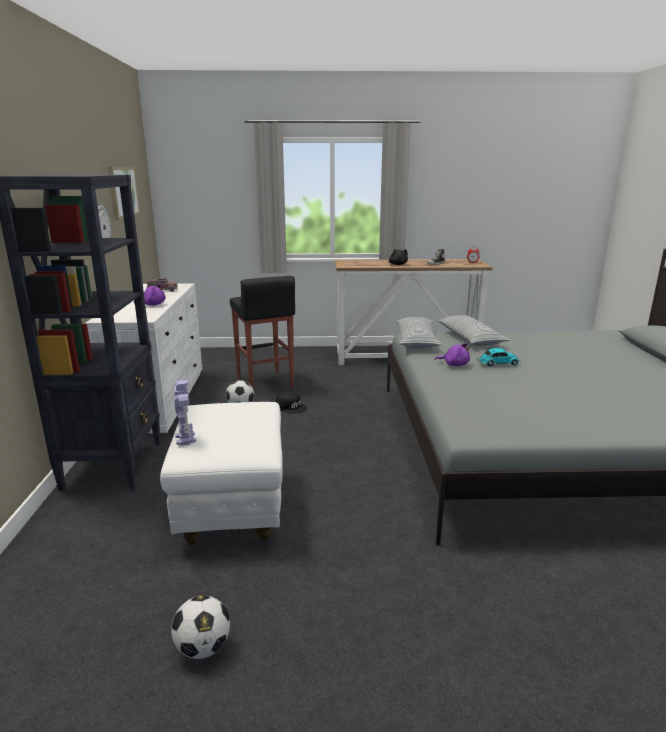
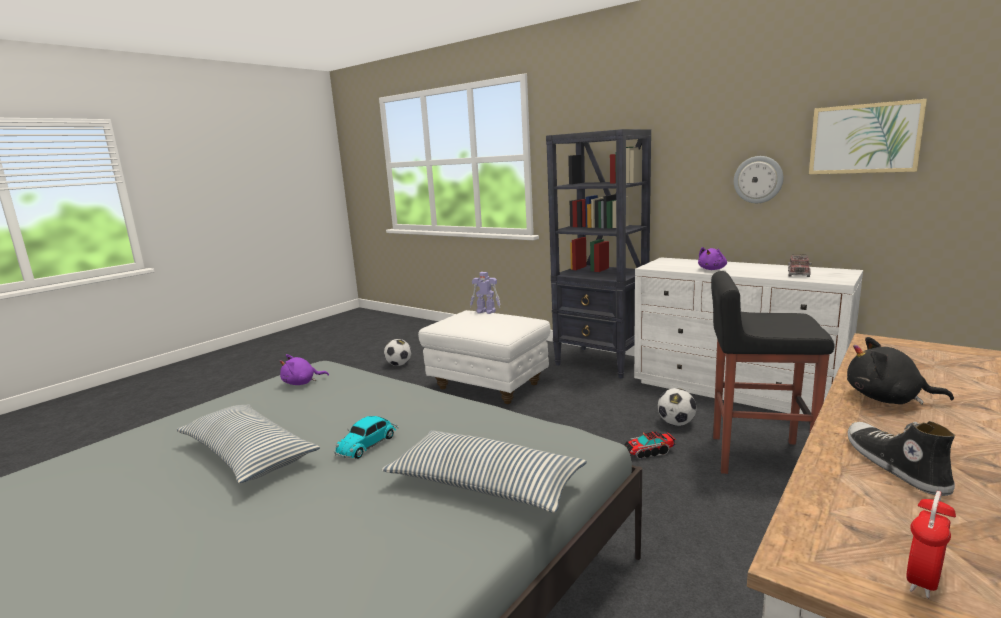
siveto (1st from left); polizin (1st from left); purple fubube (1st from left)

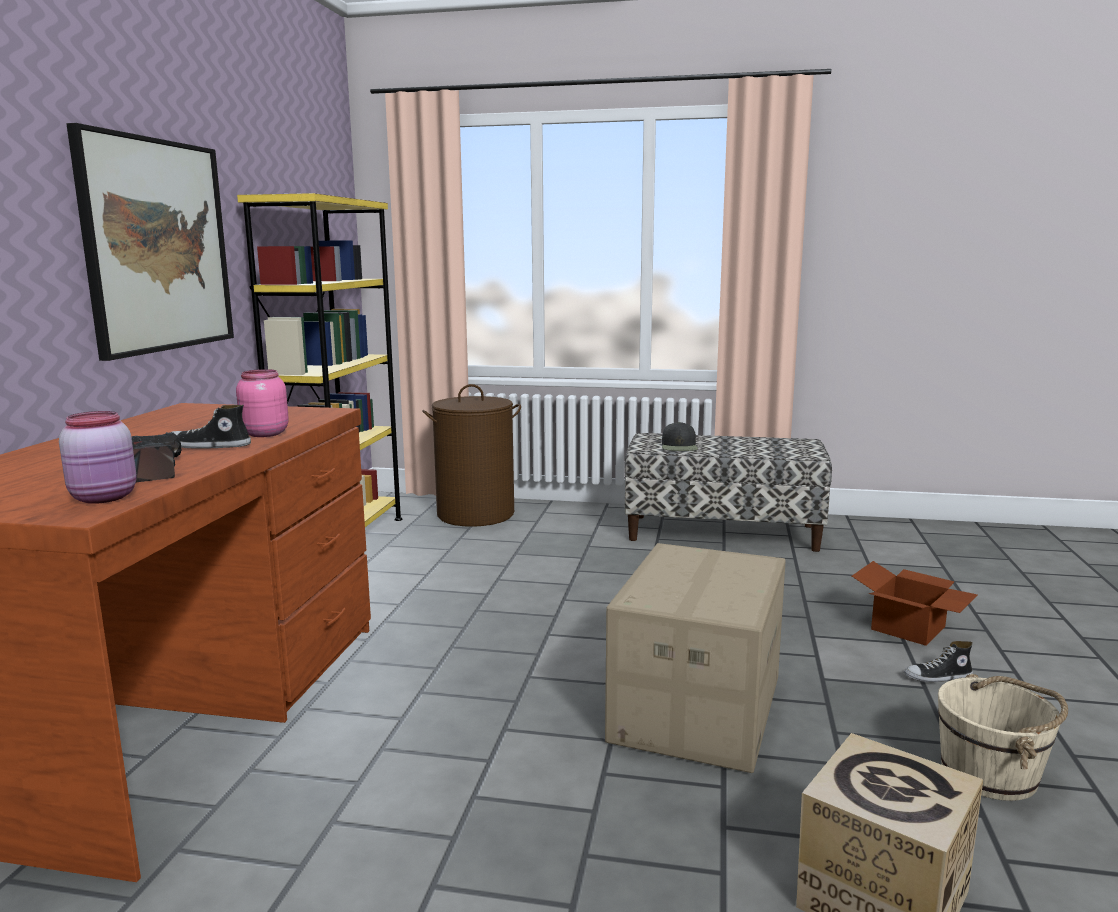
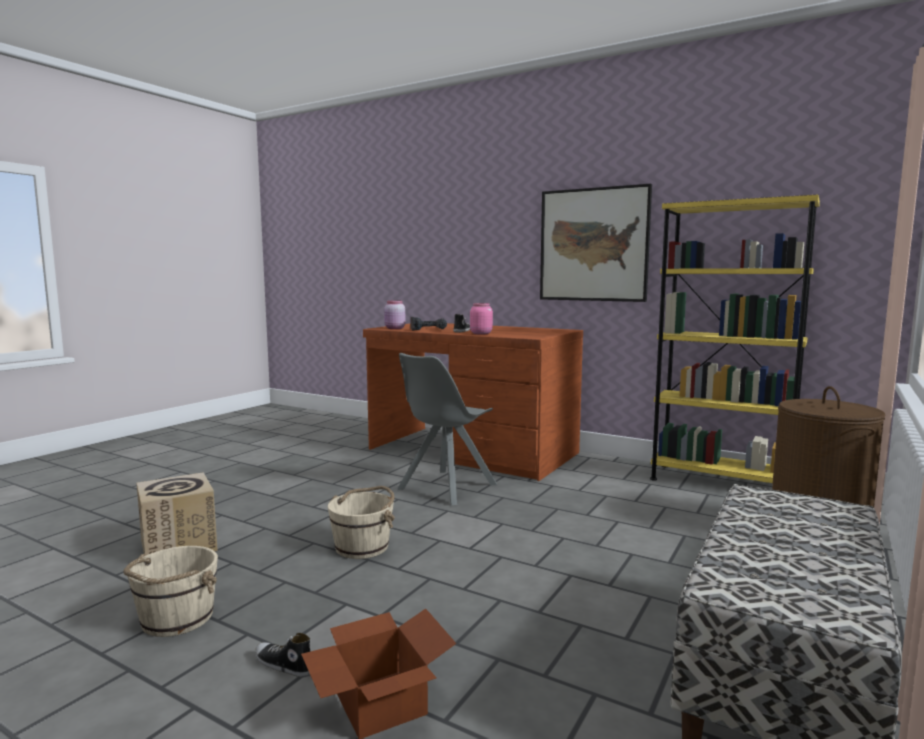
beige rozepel (2nd from left); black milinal; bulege (1st from left); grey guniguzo

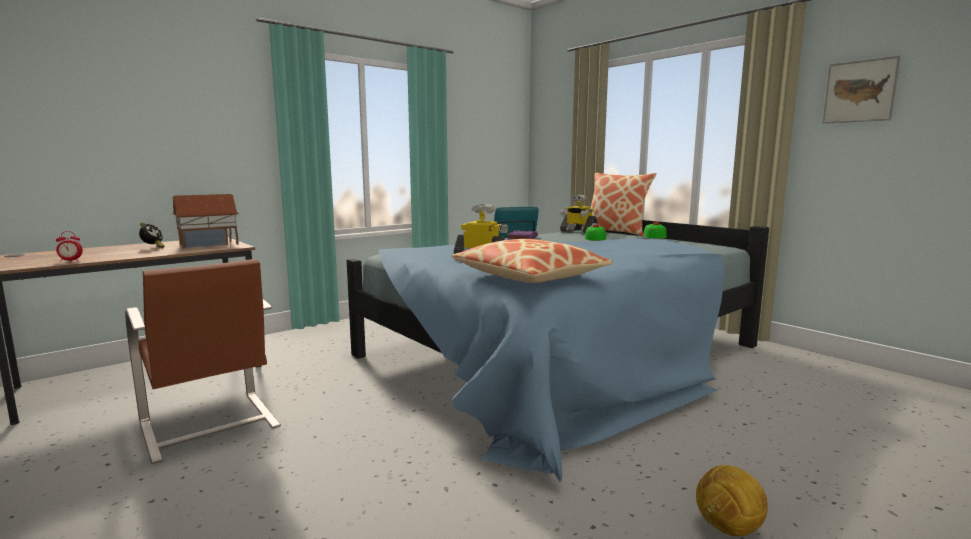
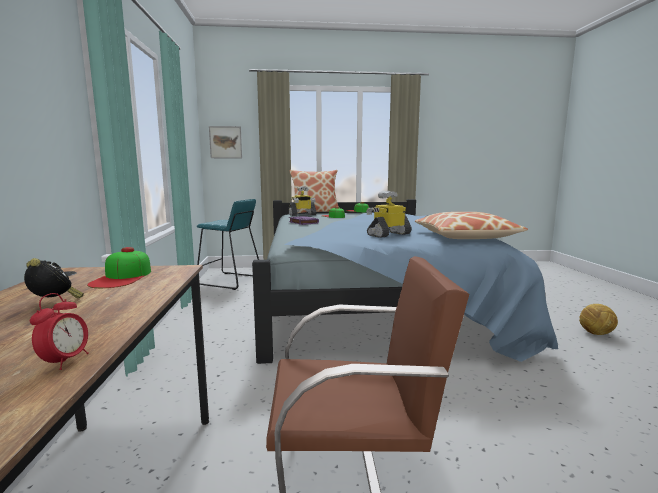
milinal (1st from left); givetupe

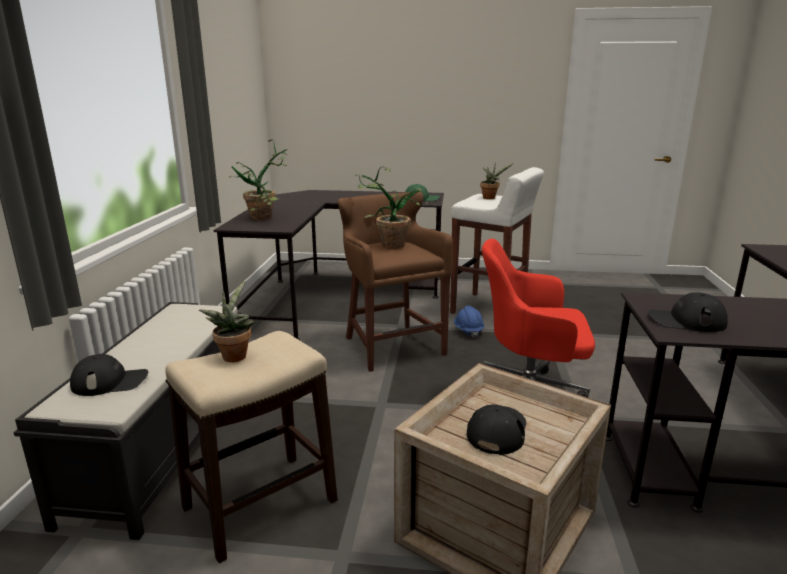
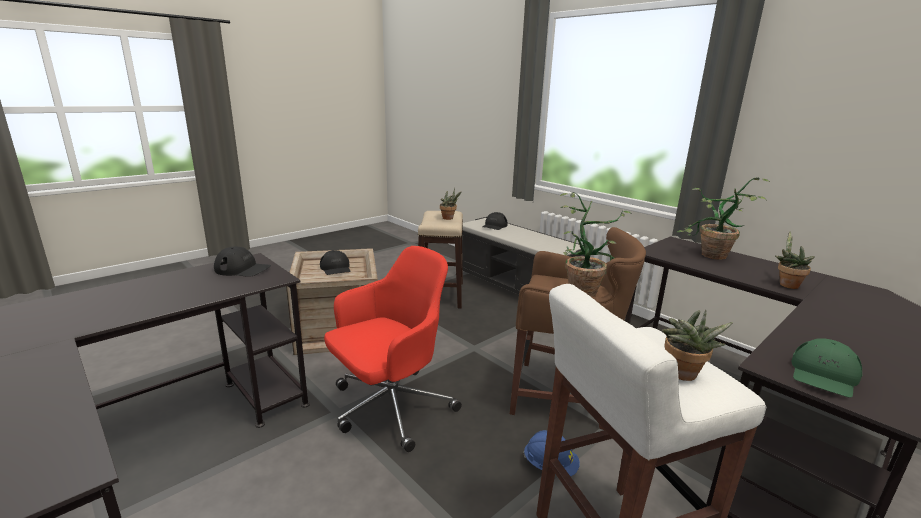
black milinal (1st from left); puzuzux (5th from left)

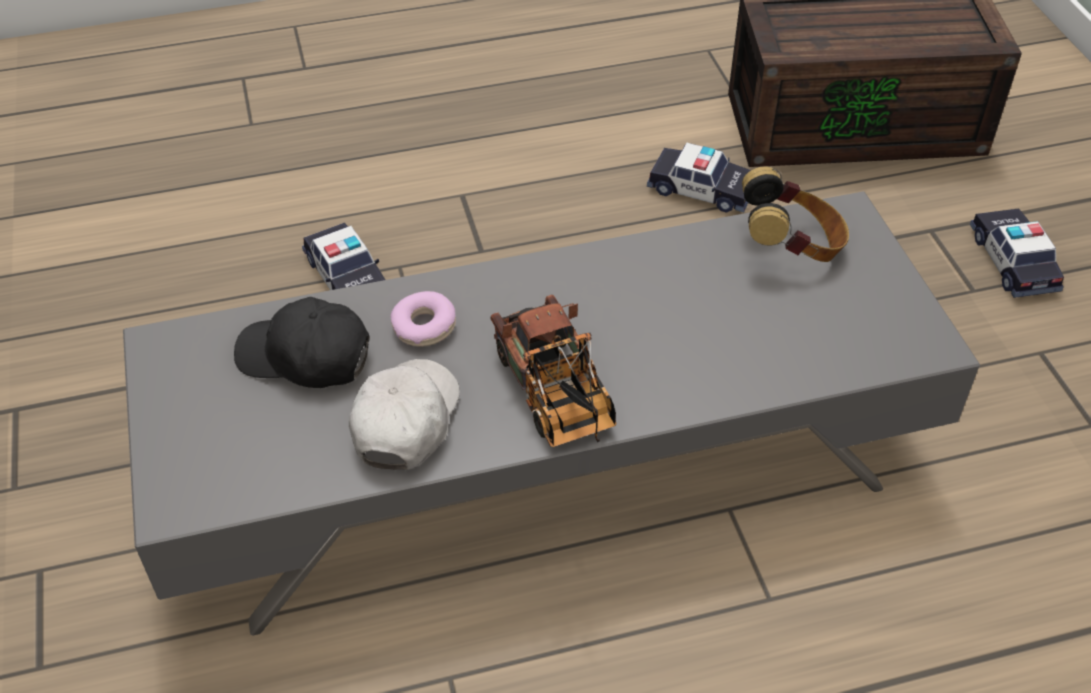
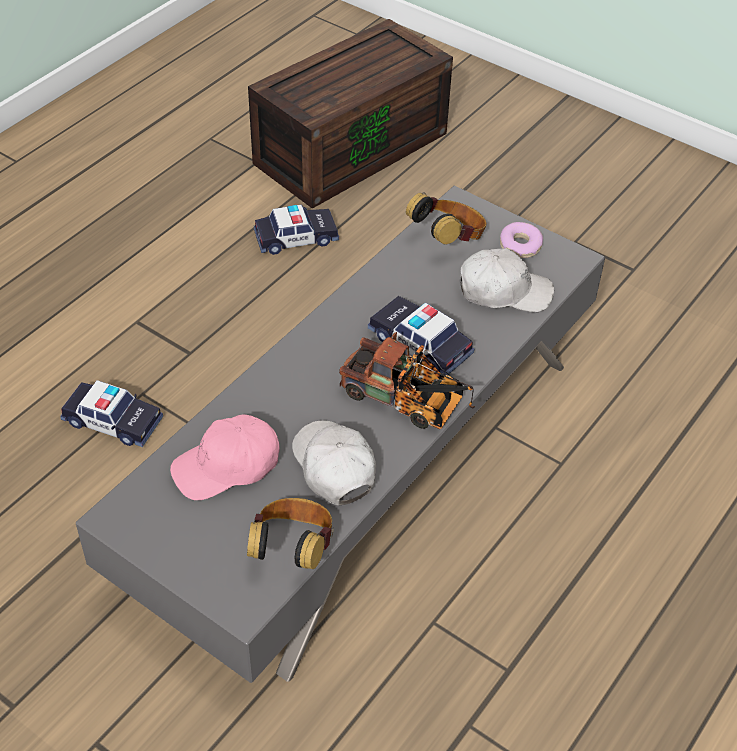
pink milinal; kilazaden; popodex (3rd from left); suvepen (1st from left); white milinal (2nd from left)

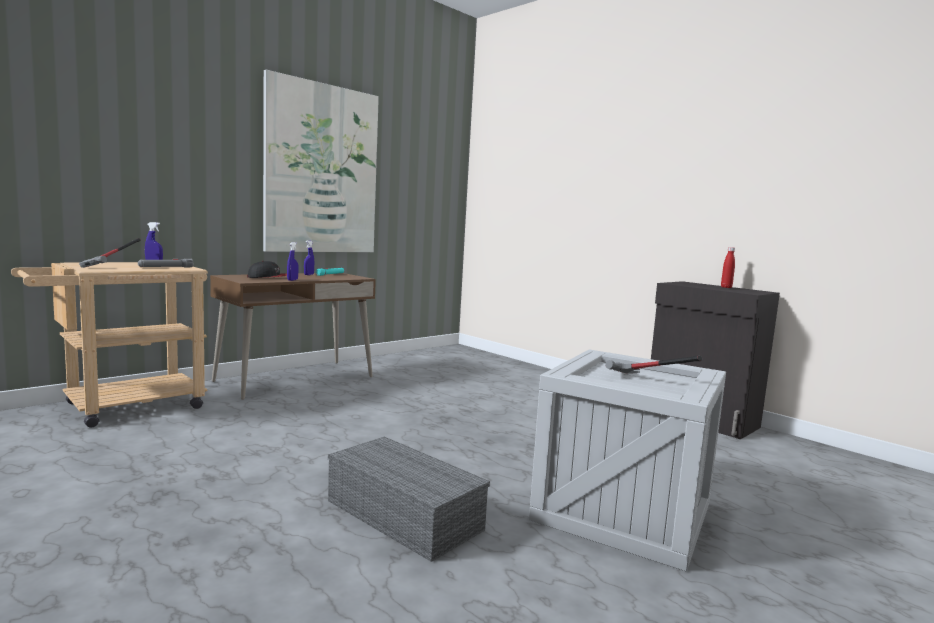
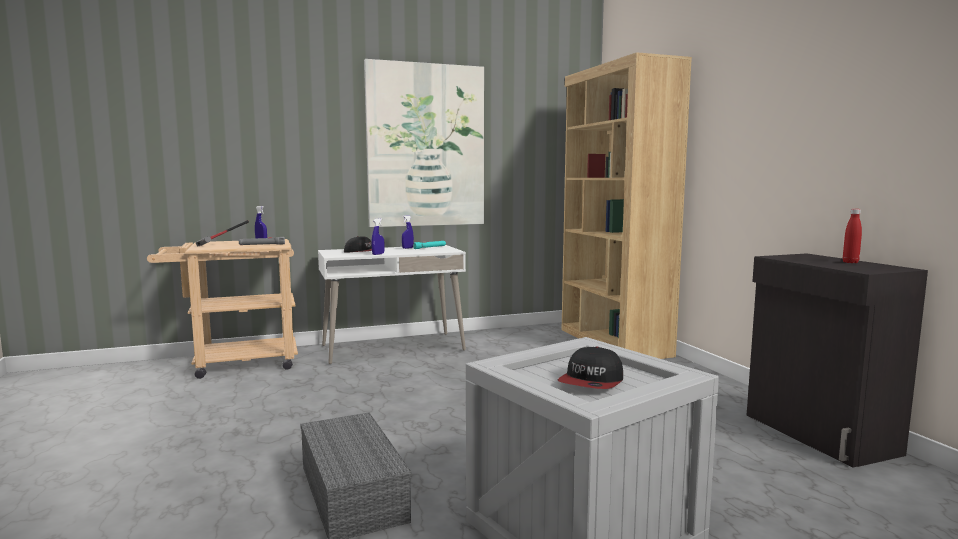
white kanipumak; milinal (2nd from left); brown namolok

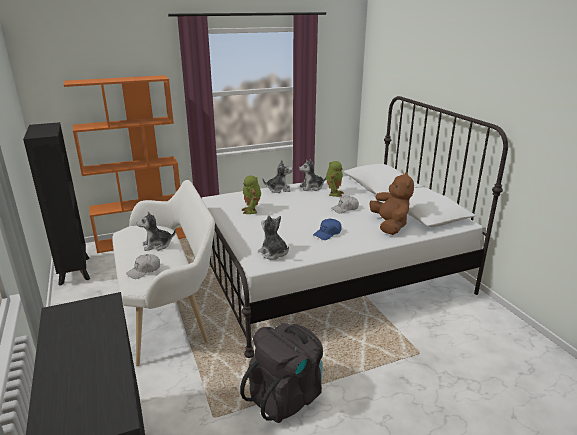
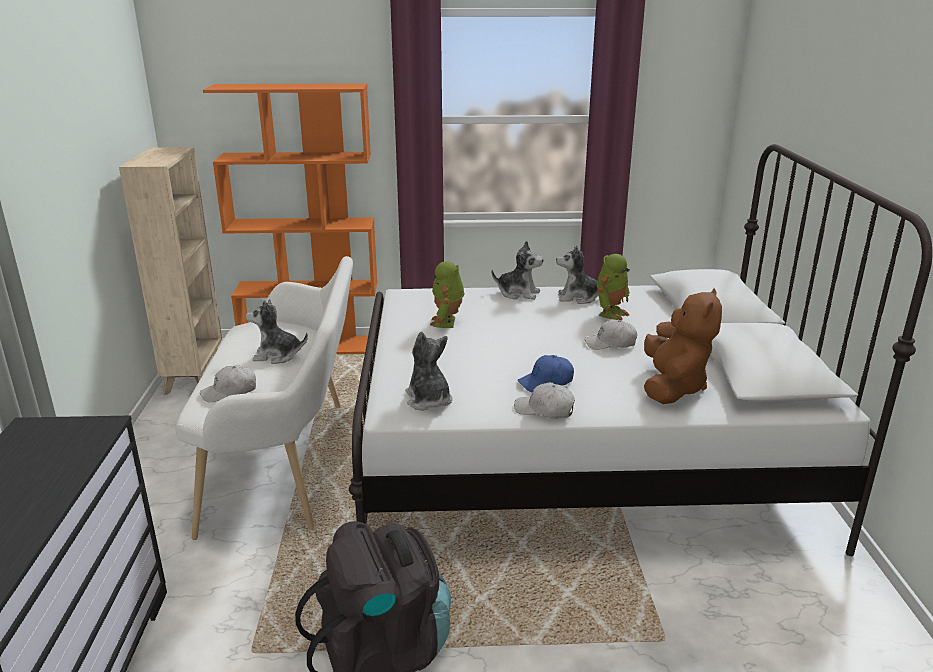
beige namolok; white milinal (2nd from left)

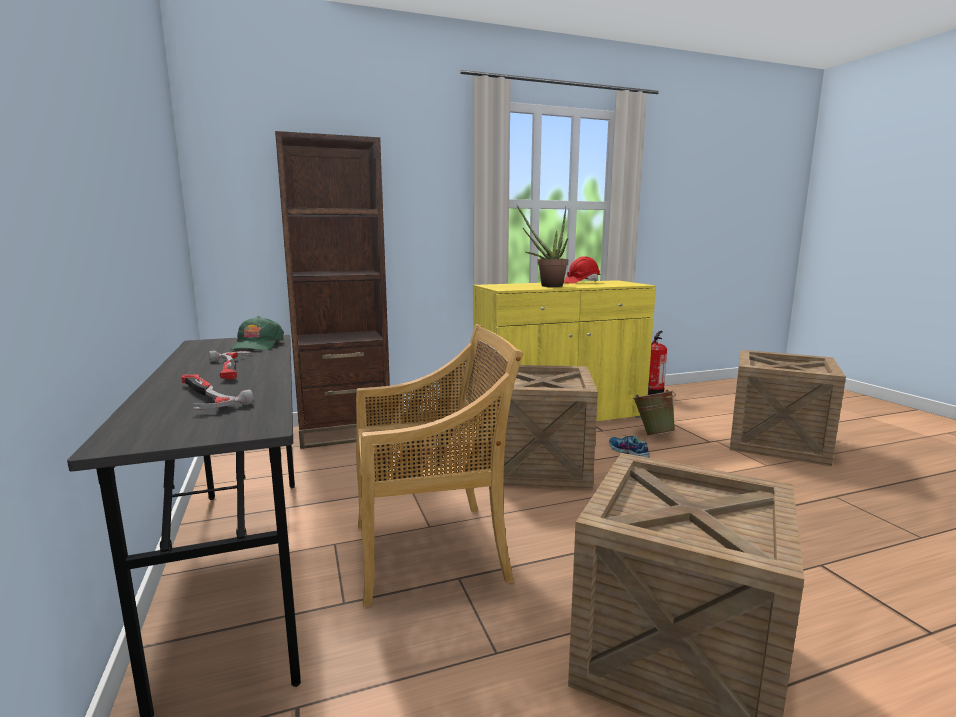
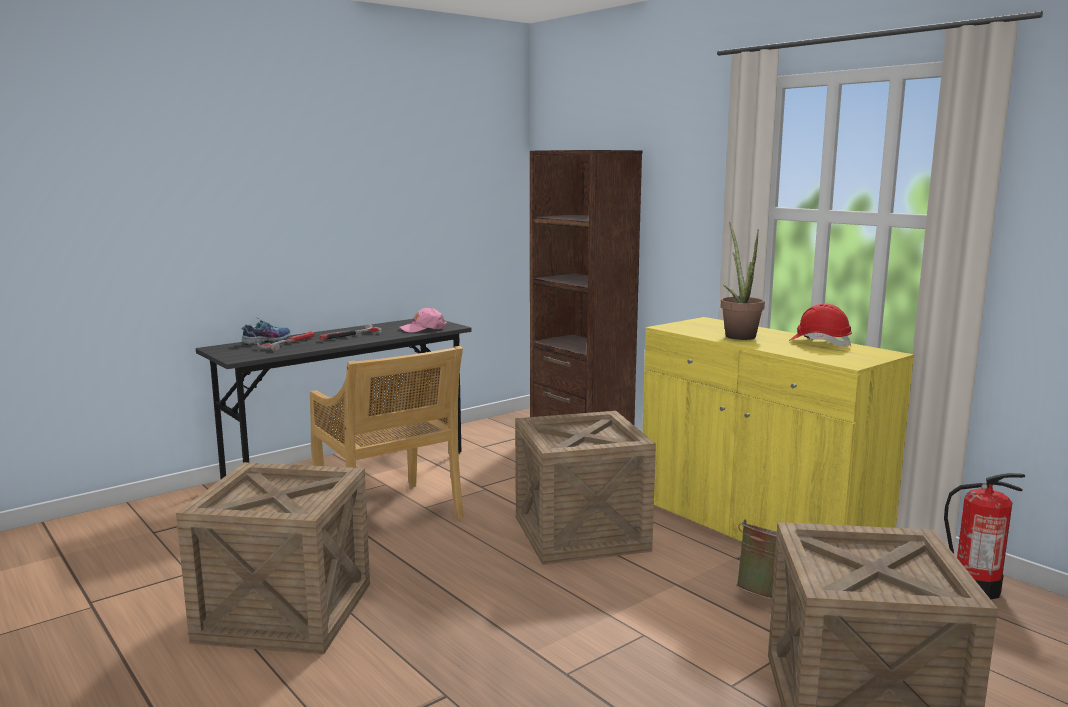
pink milinal; bulege

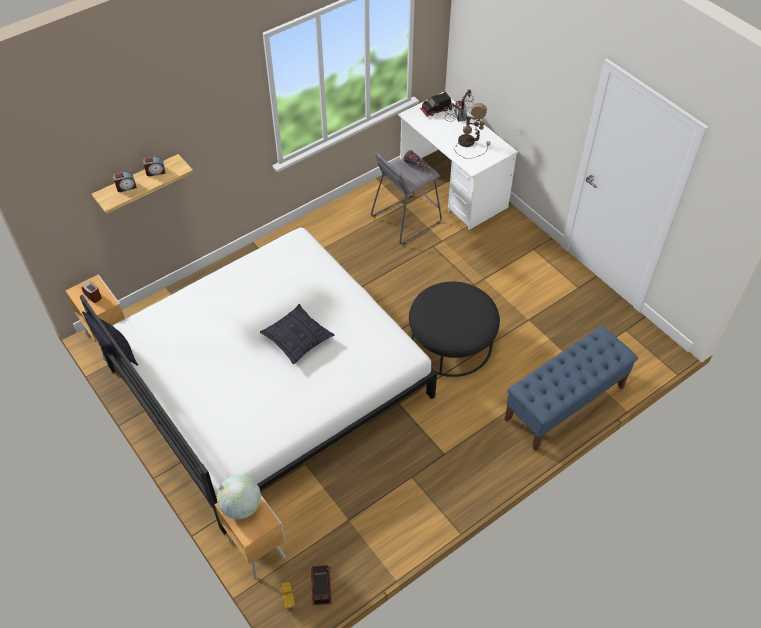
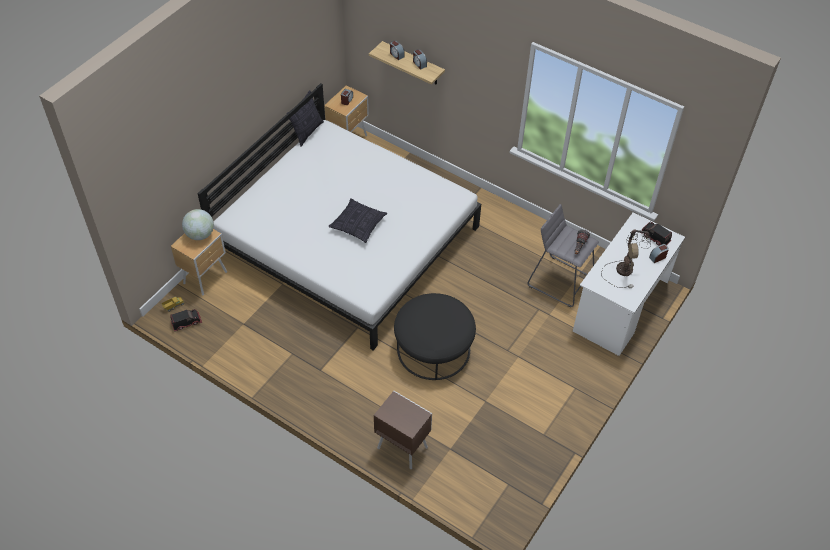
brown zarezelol (3rd from left)

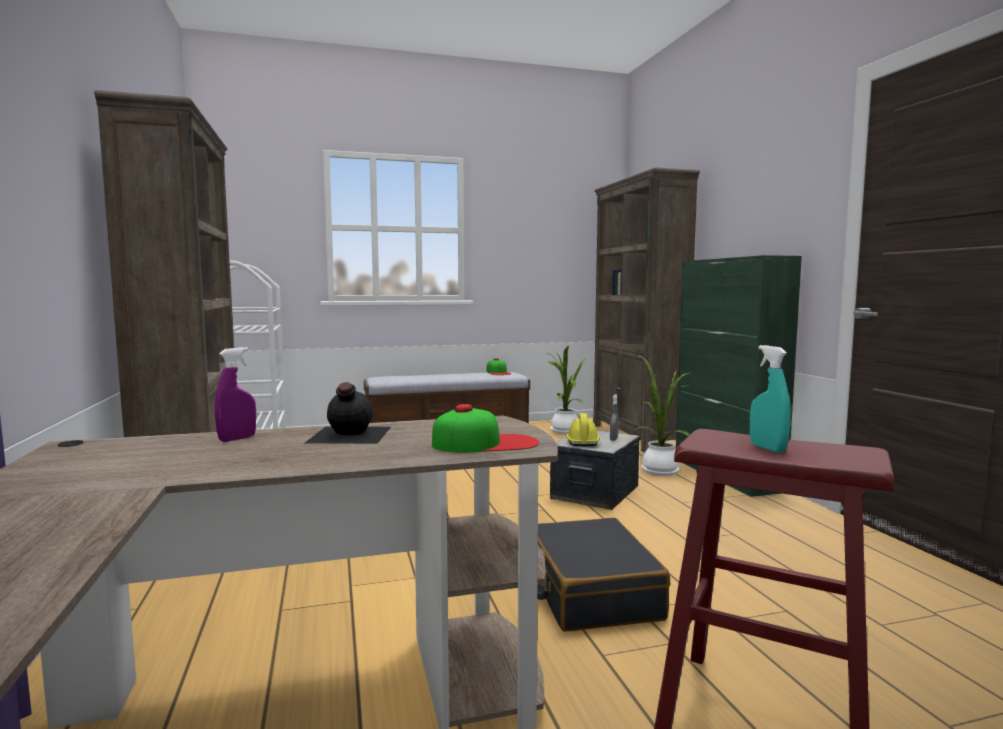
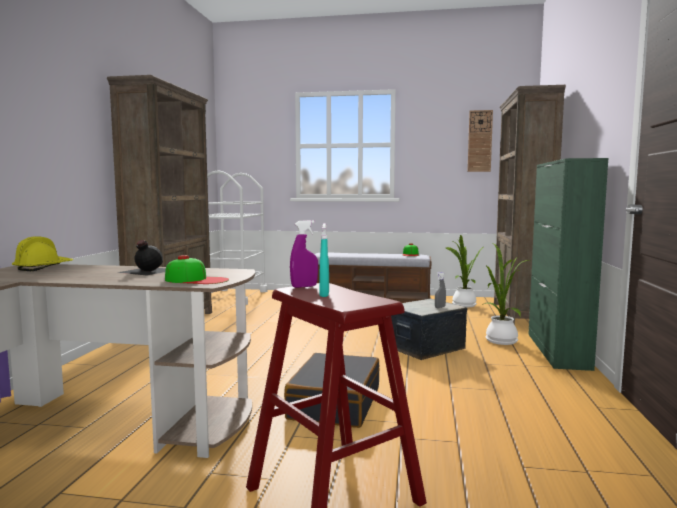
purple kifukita; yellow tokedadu; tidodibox

